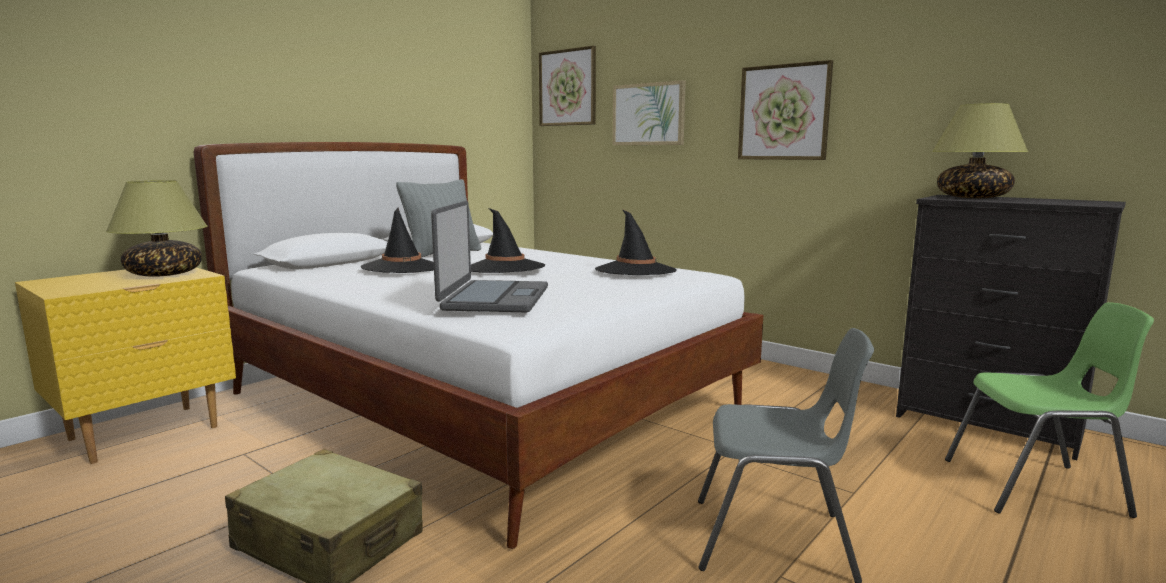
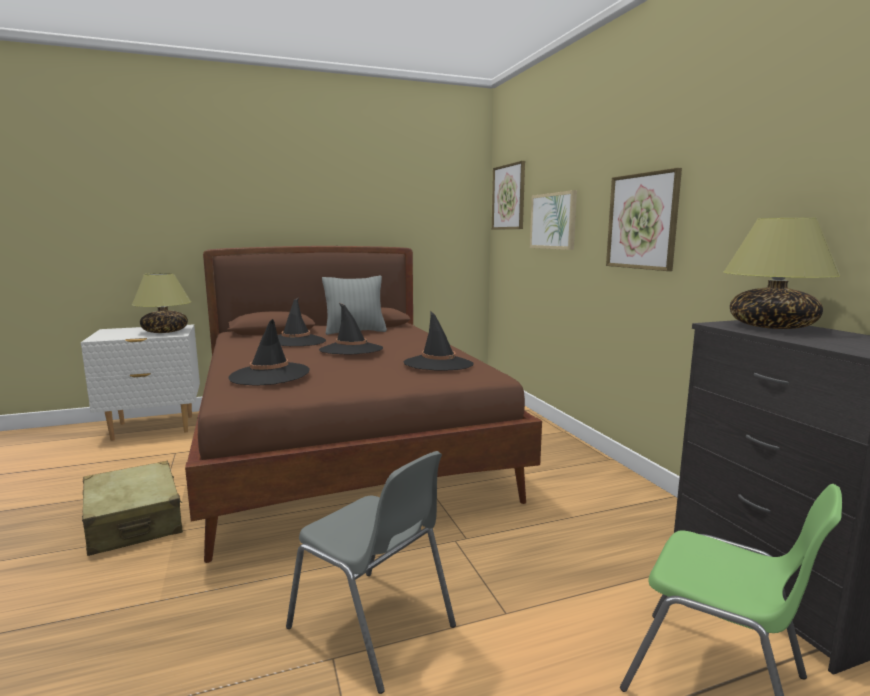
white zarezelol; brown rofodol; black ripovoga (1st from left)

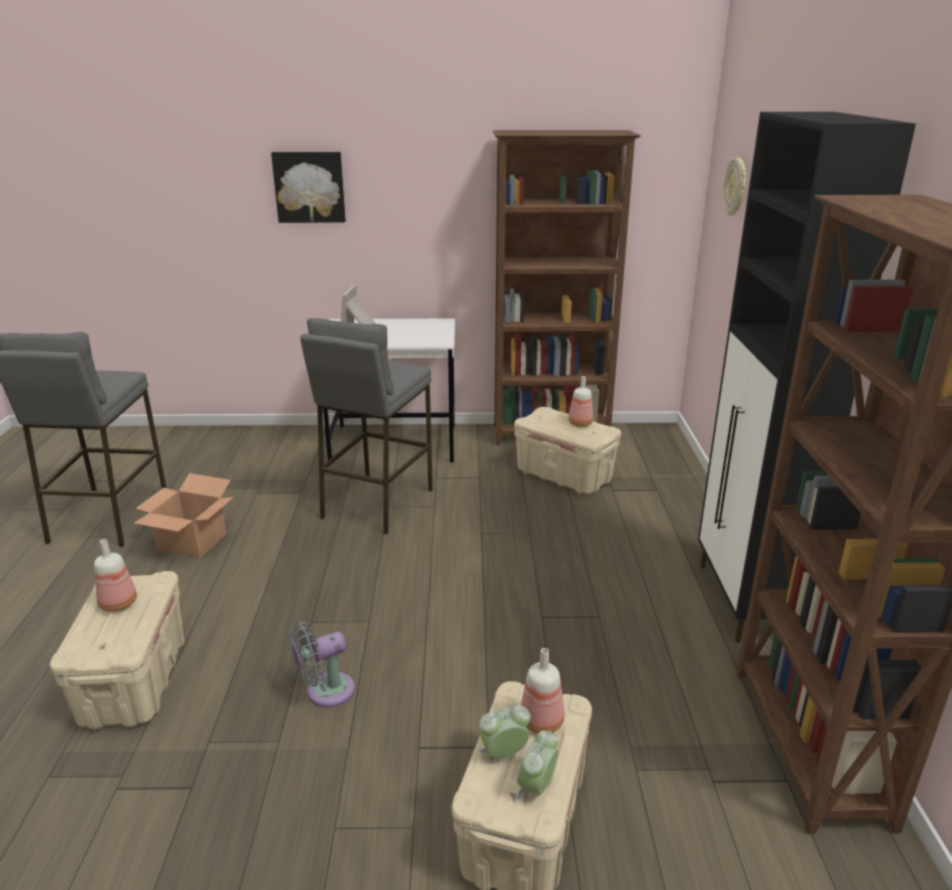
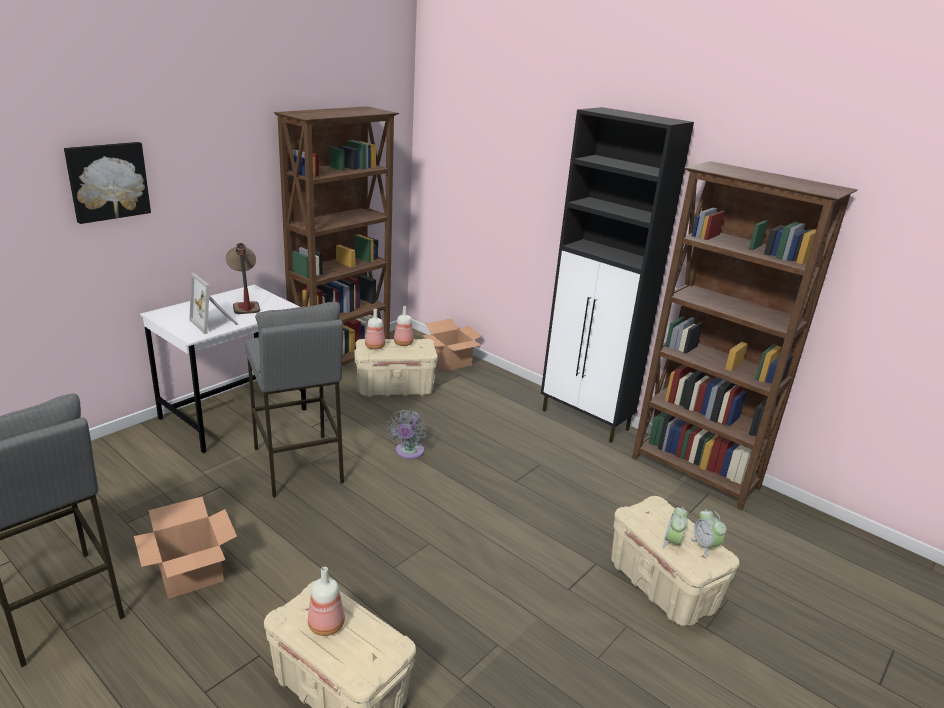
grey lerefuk; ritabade (2nd from left); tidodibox; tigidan; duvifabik (2nd from left)

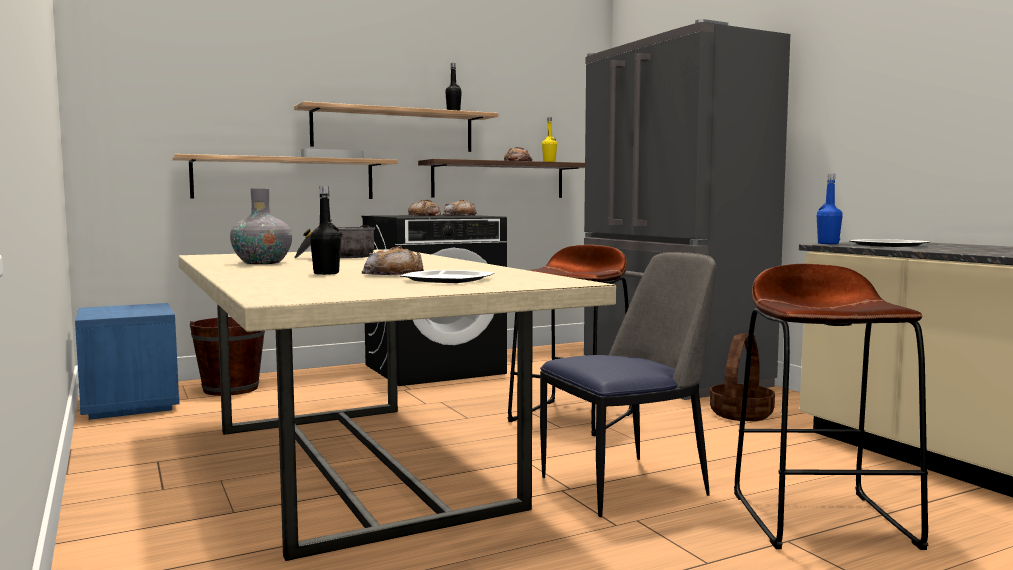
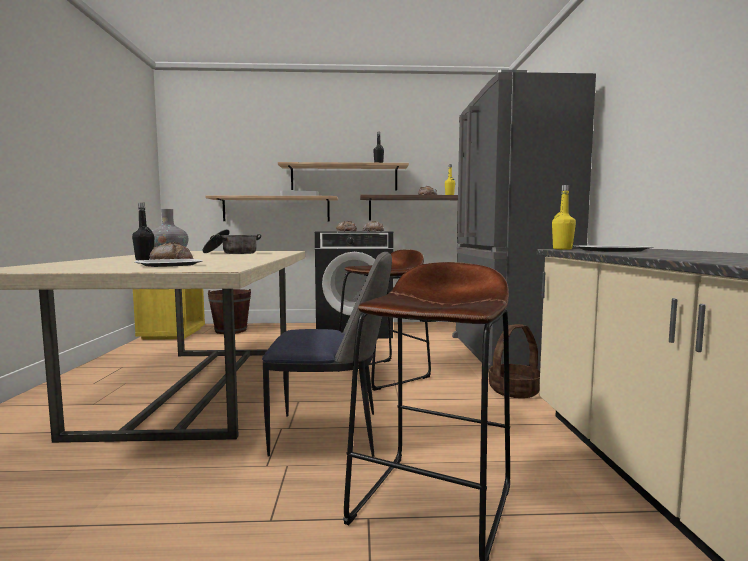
yellow zarezelol; yellow ritabade (2nd from left)

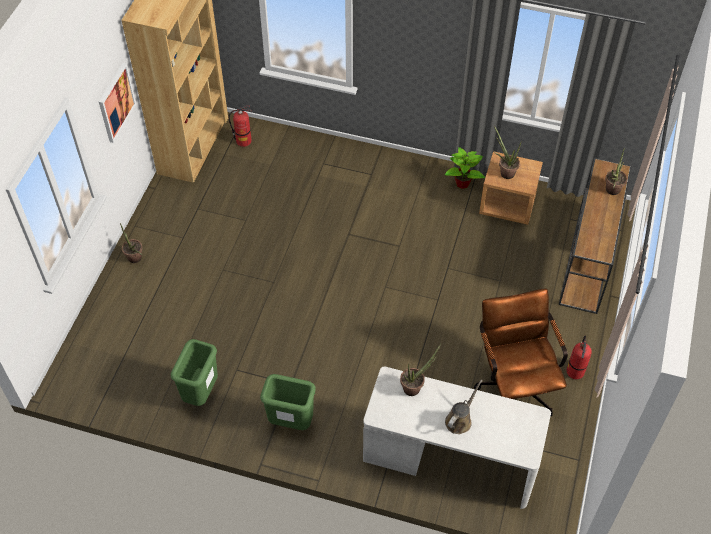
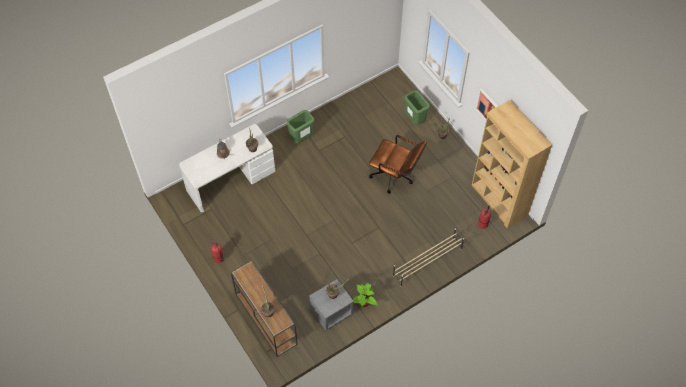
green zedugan (2nd from left); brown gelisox; grey zarezelol; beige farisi

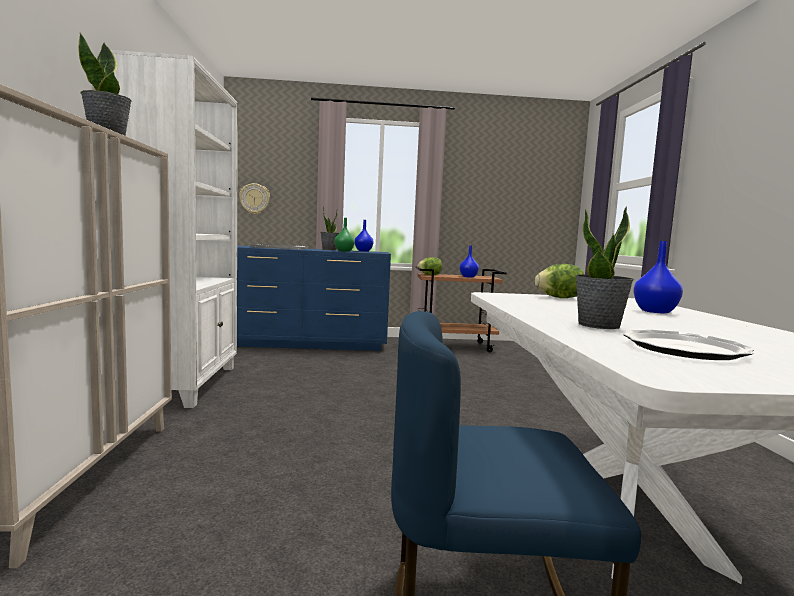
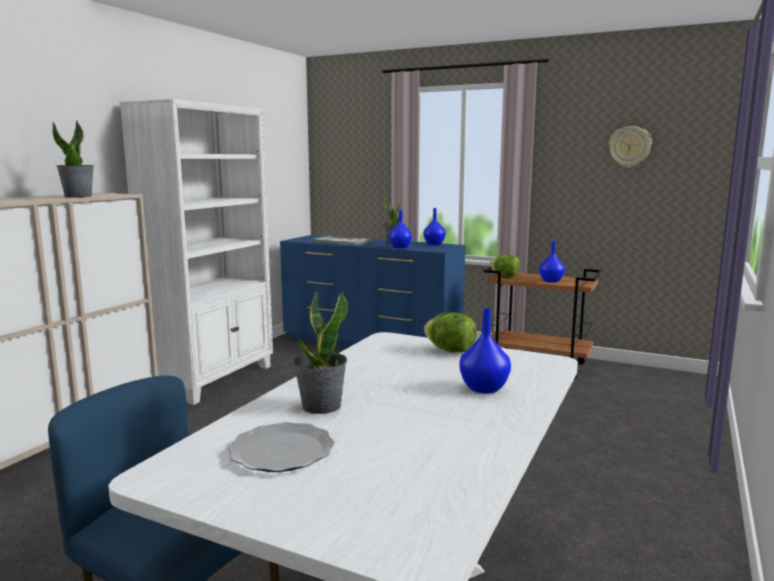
tidodibox; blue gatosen (1st from left)

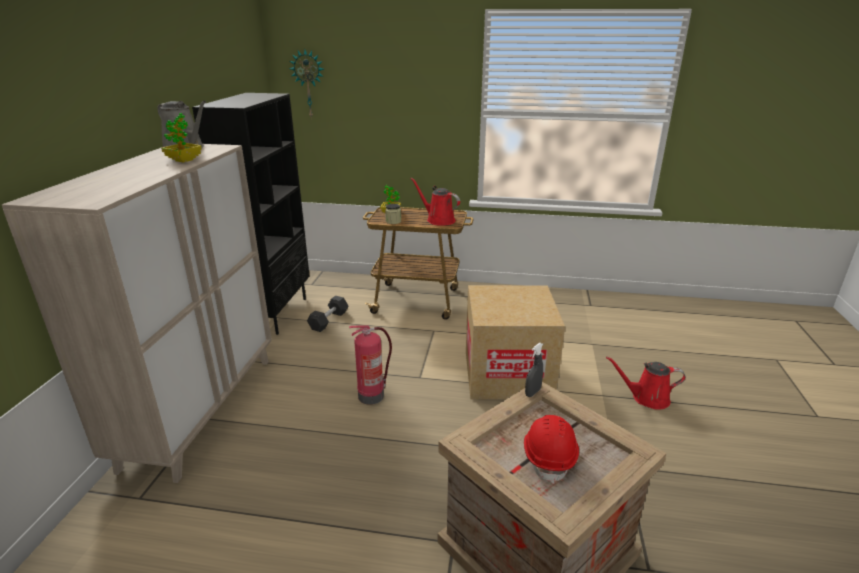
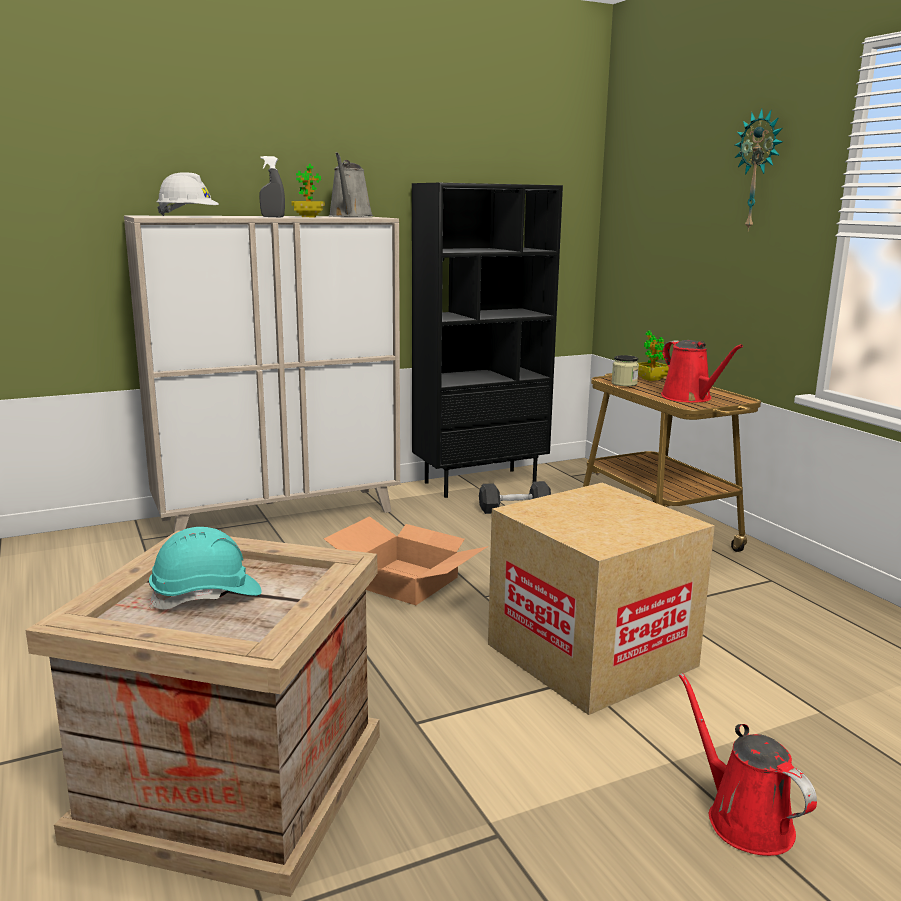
tidodibox; duvifabik (1st from left); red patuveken (1st from left); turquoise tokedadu; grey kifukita; white tokedadu

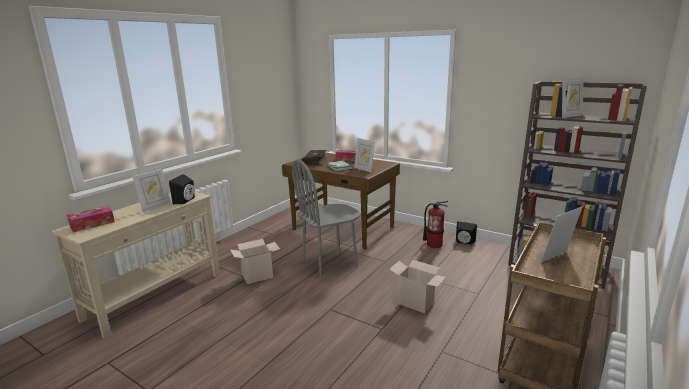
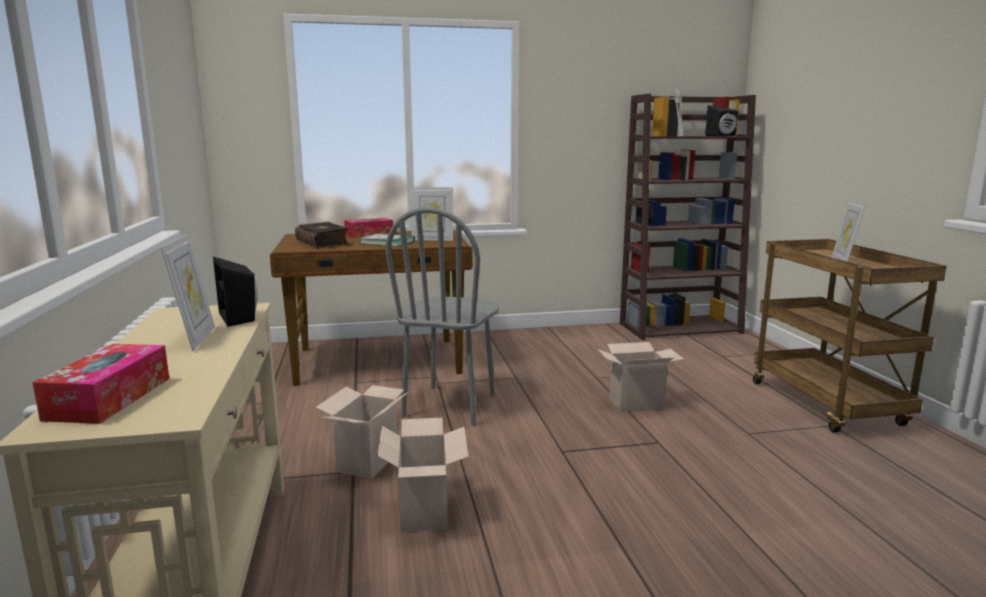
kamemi; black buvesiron (2nd from left); duvifabik (2nd from left)

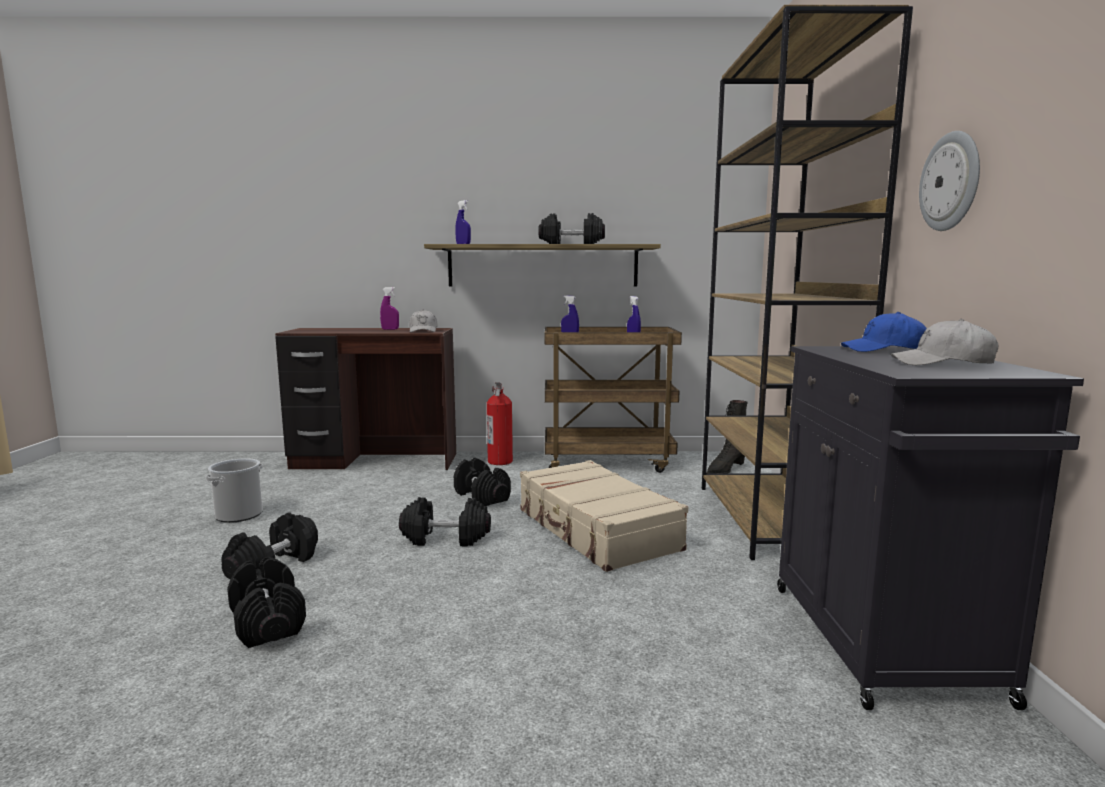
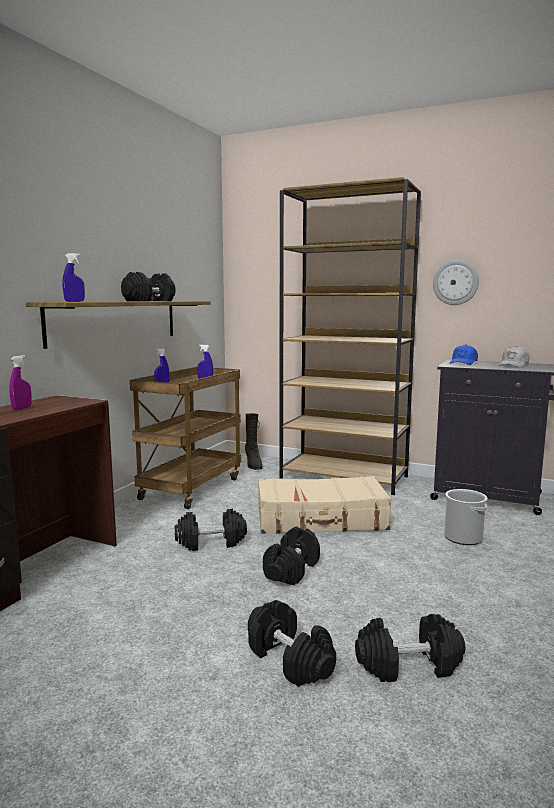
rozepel; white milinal (1st from left in the first image); kamemi

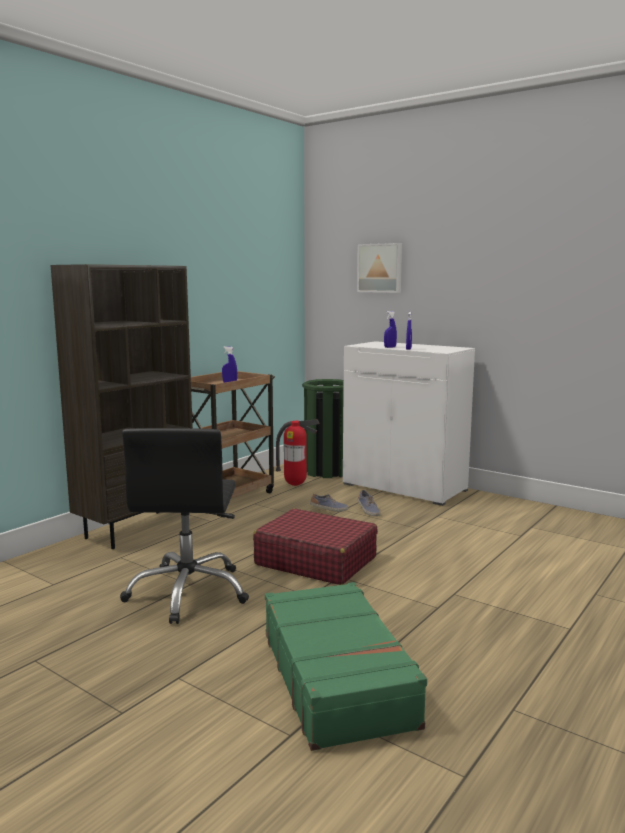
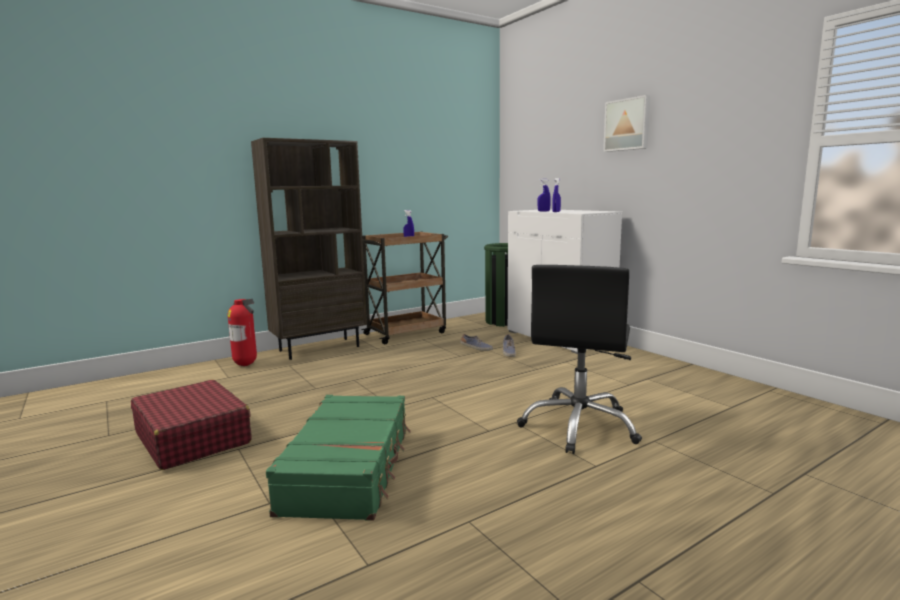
black gelisox; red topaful; kamemi; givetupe

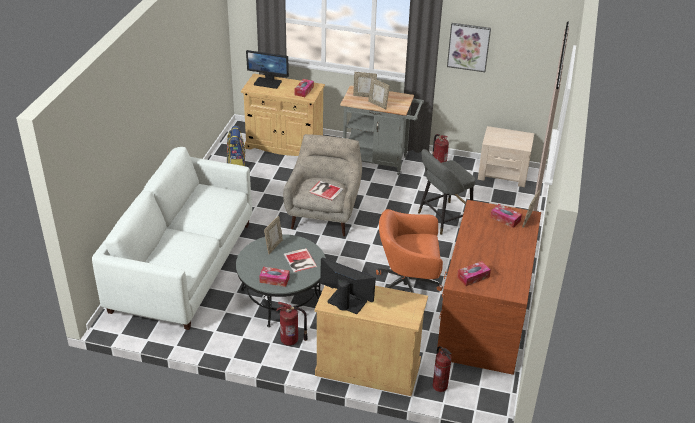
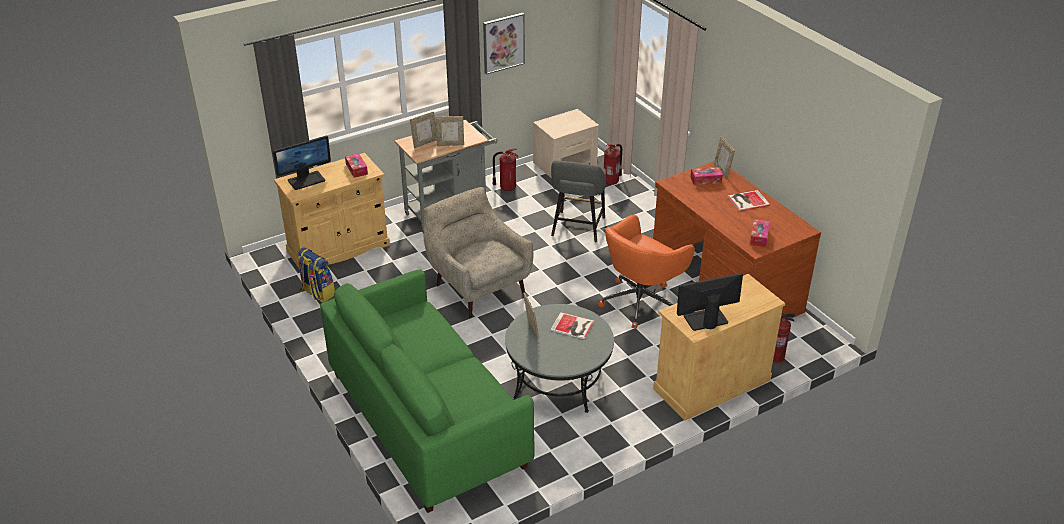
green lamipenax; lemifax (1st from left in the first image); kamemi (2nd from left); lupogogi (2nd from left)

